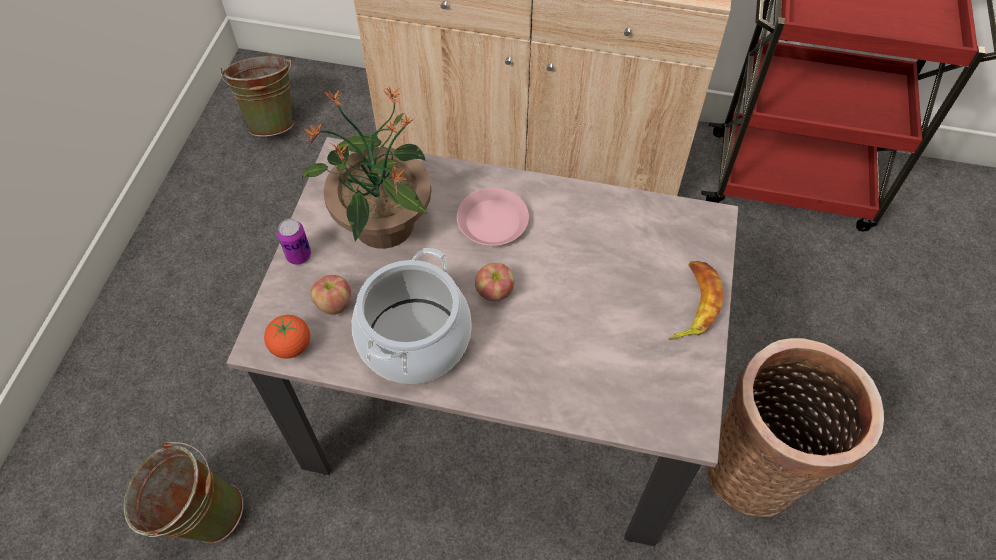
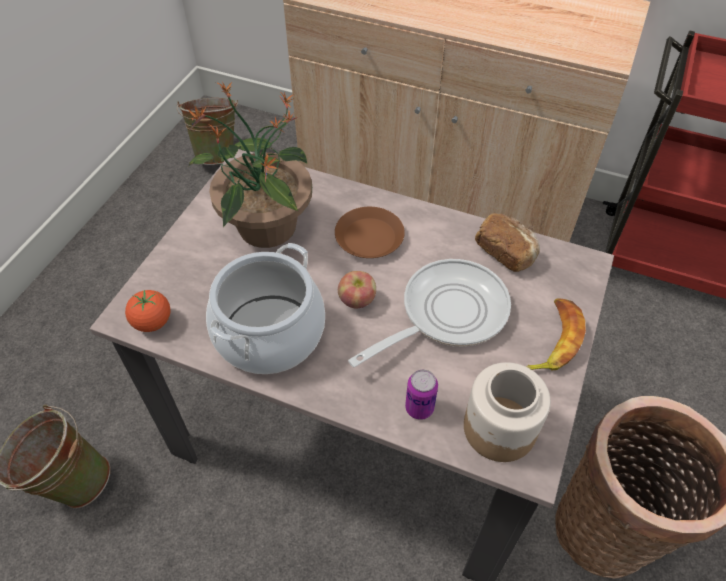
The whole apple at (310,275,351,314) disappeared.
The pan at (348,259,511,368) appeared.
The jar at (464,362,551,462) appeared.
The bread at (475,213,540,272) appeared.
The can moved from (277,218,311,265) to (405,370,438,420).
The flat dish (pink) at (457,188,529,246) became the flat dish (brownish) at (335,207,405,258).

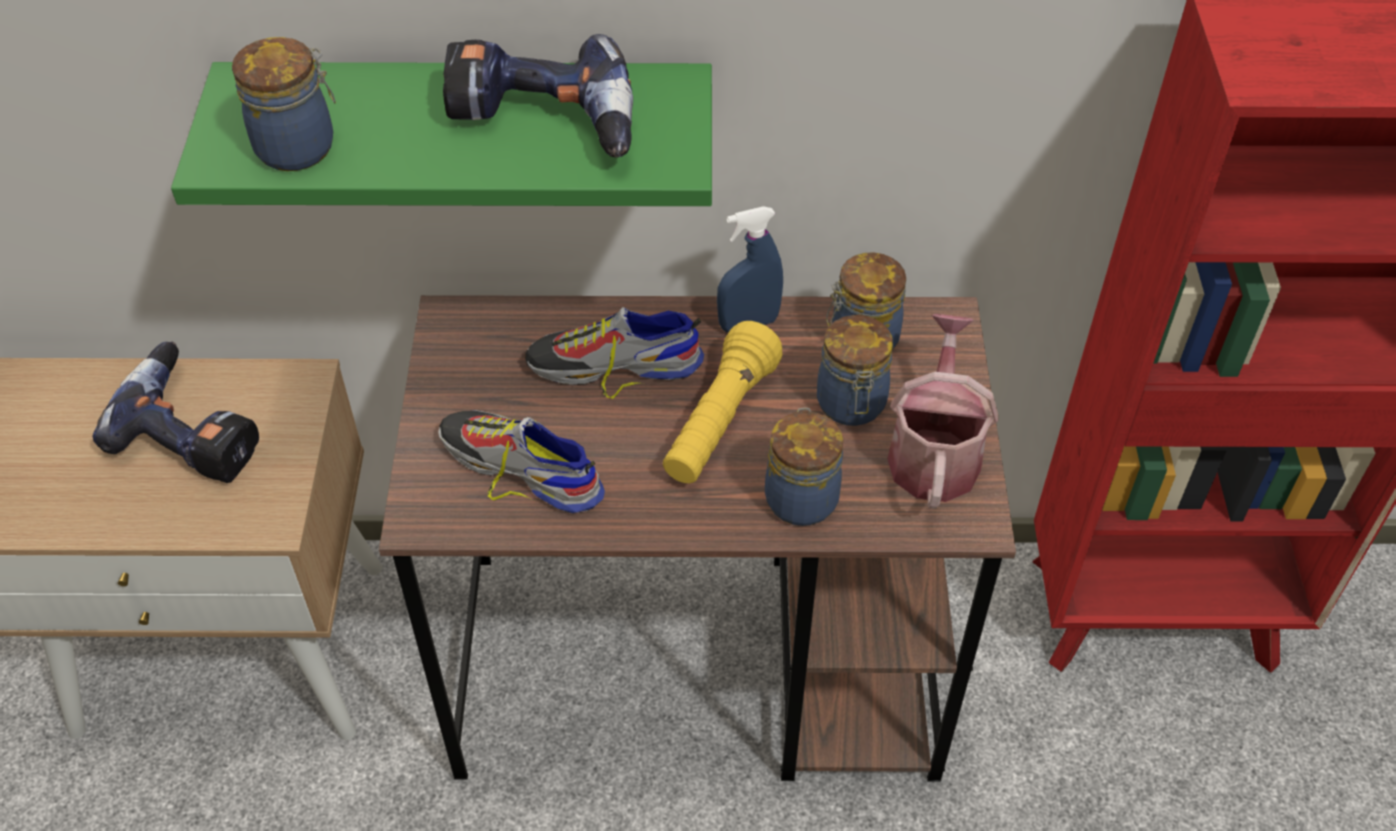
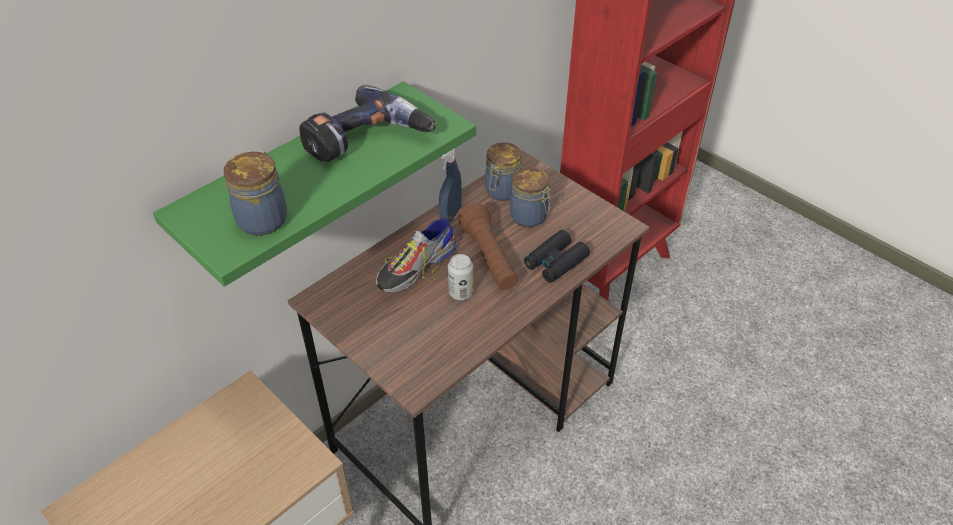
The electric drill at (93,342,259,483) disappeared.
The low shoe at (439,410,605,514) disappeared.
The watering can at (887,314,999,509) disappeared.
The can at (448,254,473,300) appeared.
The jar at (765,408,843,526) was replaced by the field glasses (black-coloured) at (524,230,590,283).
The flashlight (yellow) at (663,321,783,483) became the flashlight (brownish) at (458,203,518,290).

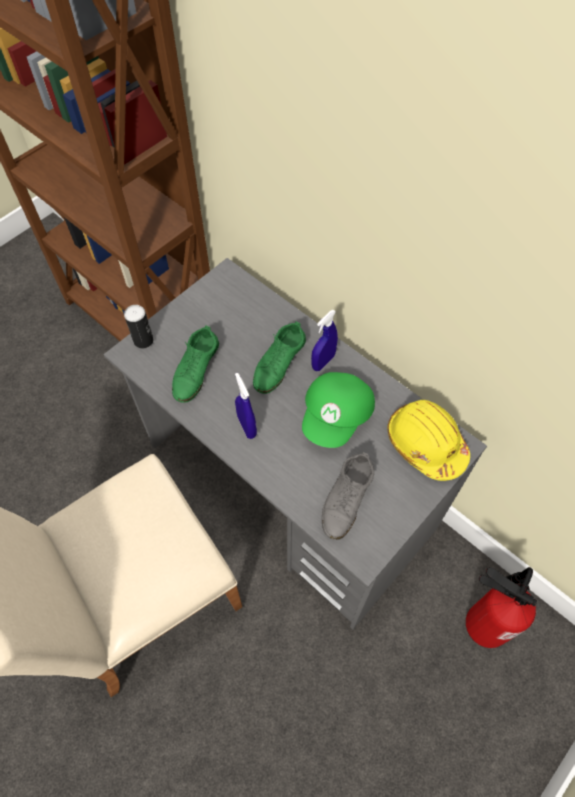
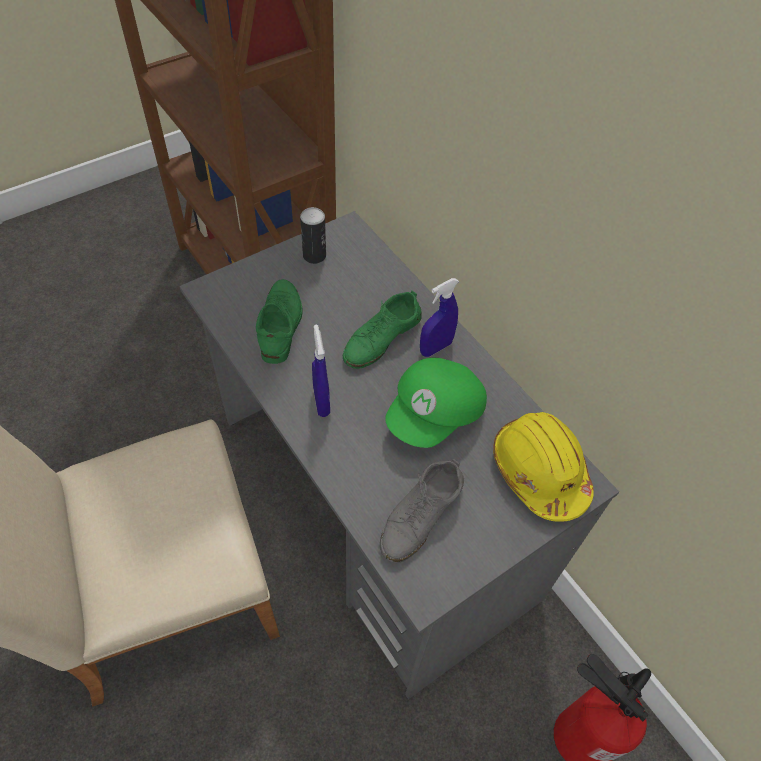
The can moved from (124,305,154,349) to (300,207,326,264).
The low shoe (greenish) at (172,325,219,403) turned 150 degrees clockwise.

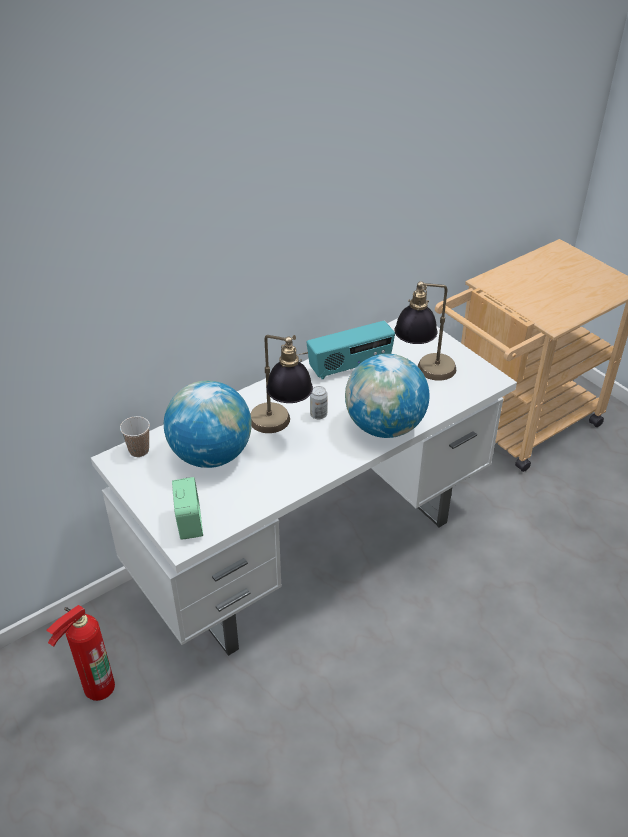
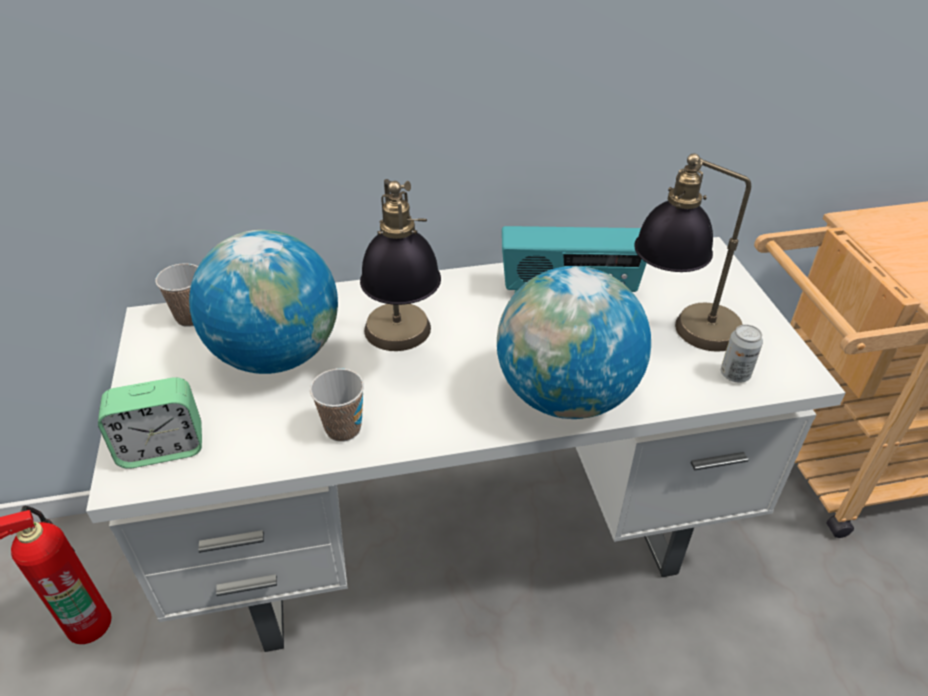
The drinking cup at (310,369,364,442) appeared.
The can moved from (310,386,328,419) to (721,324,763,383).
The table clock at (172,477,203,540) turned 60 degrees clockwise.

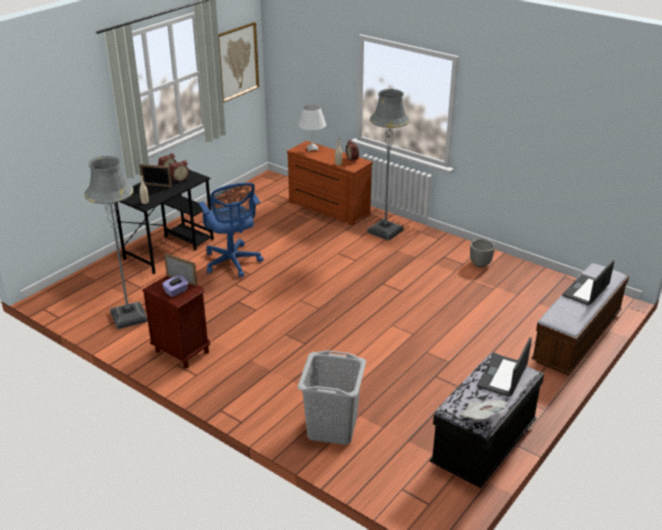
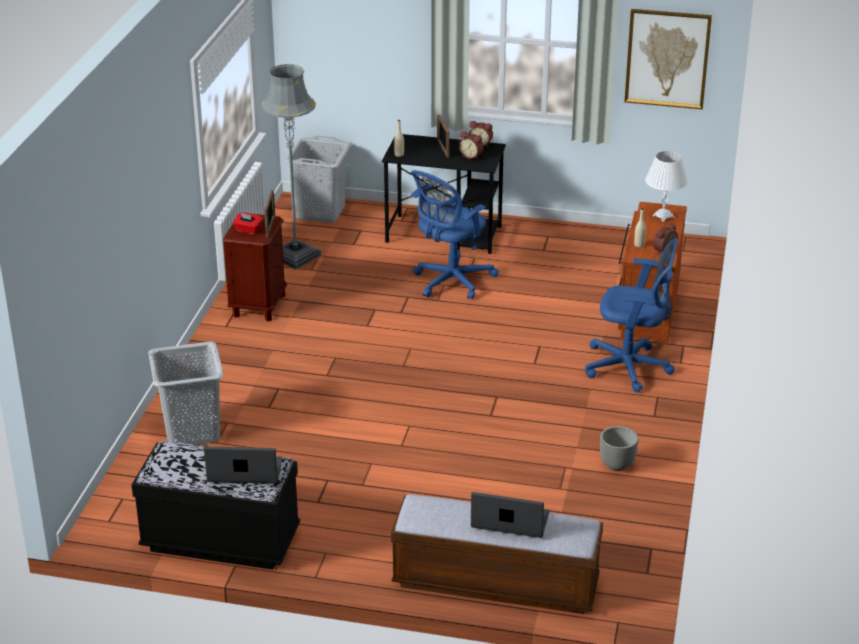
The newspaper at (460,400,507,419) disappeared.
The hamper (gray) at (285,136,351,223) appeared.
The floor lamp (gray) at (367,89,410,241) was replaced by the desk chair (bluish) at (585,238,678,392).
The tissue box (purplish) at (162,275,189,297) became the tissue box (red) at (233,213,262,234).

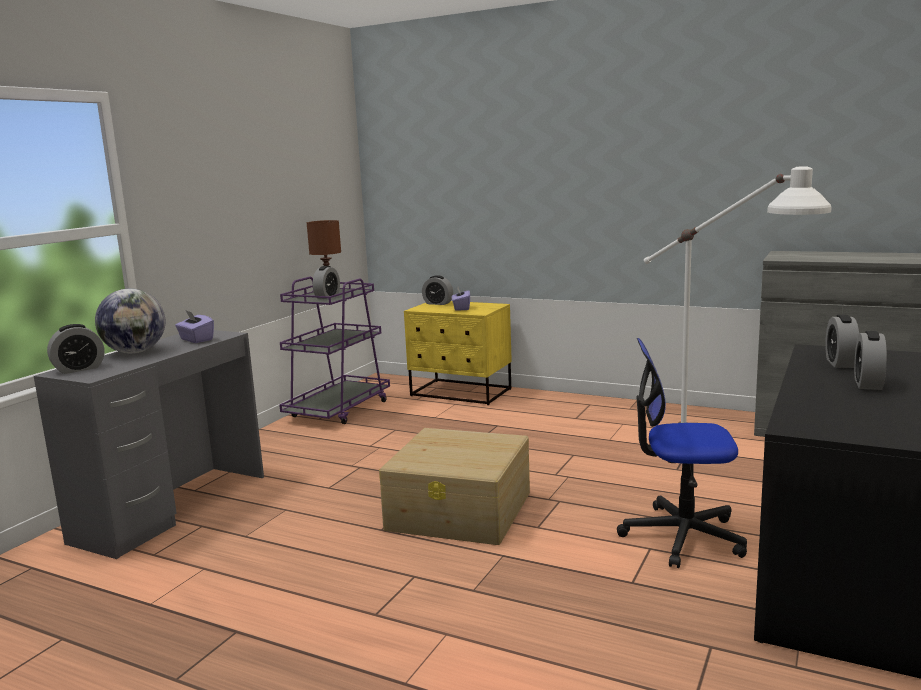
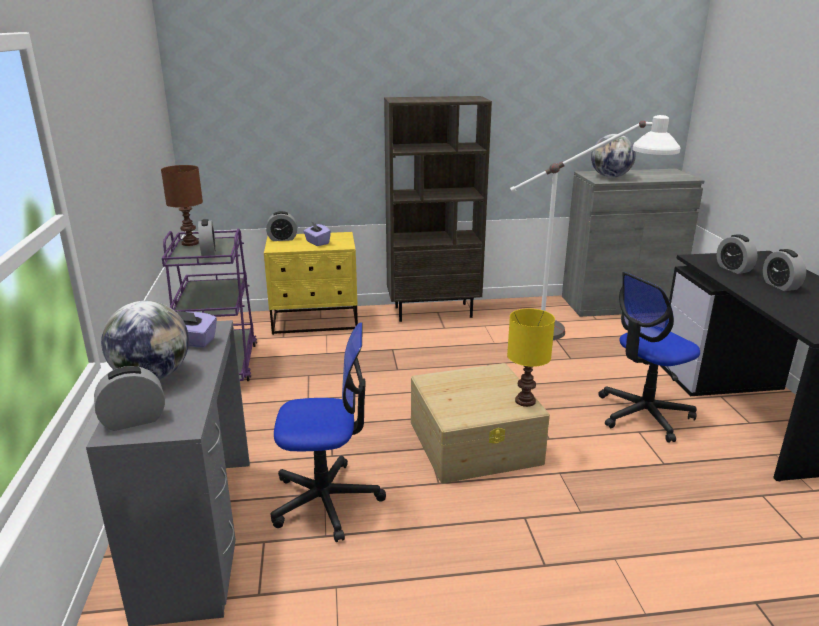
The desk chair at (271,322,386,542) appeared.
The bookshelf (brownish) at (384,96,492,322) appeared.
The tabletop lamp (yellow) at (507,308,555,407) appeared.
The desk globe at (591,134,636,178) appeared.
The table clock at (47,324,104,374) turned 135 degrees counterclockwise.

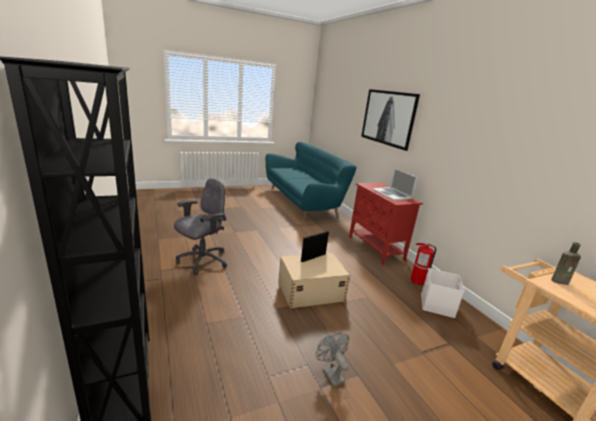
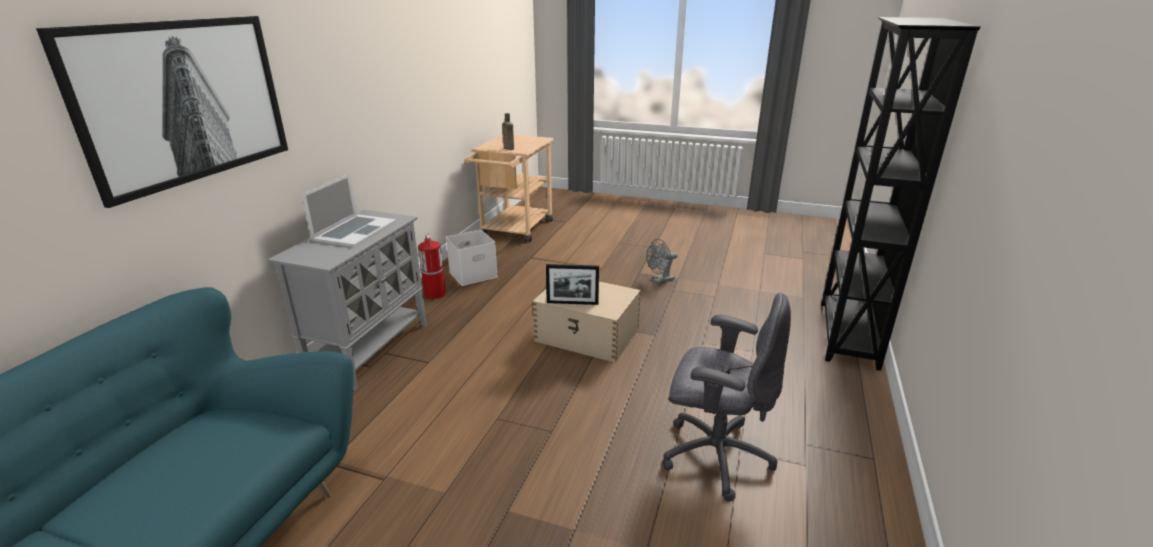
The cabinet (red) at (349,182,423,265) became the cabinet (gray) at (268,210,427,390).
The desk chair (gray) at (174,178,227,275) turned 150 degrees counterclockwise.
The fan (gray) at (316,333,349,387) turned 45 degrees clockwise.

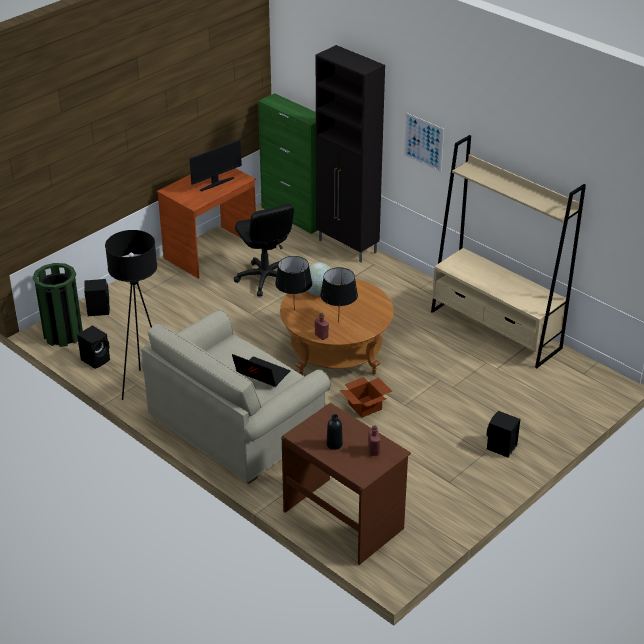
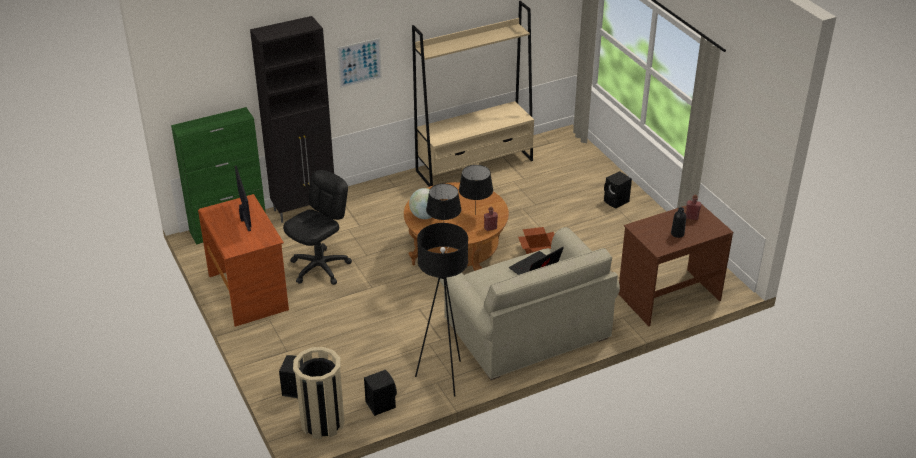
The waste bin (greenish) at (33,263,83,347) became the waste bin (beige) at (293,347,345,439).
The desk chair (black-coloured) at (234,203,294,297) turned 45 degrees counterclockwise.

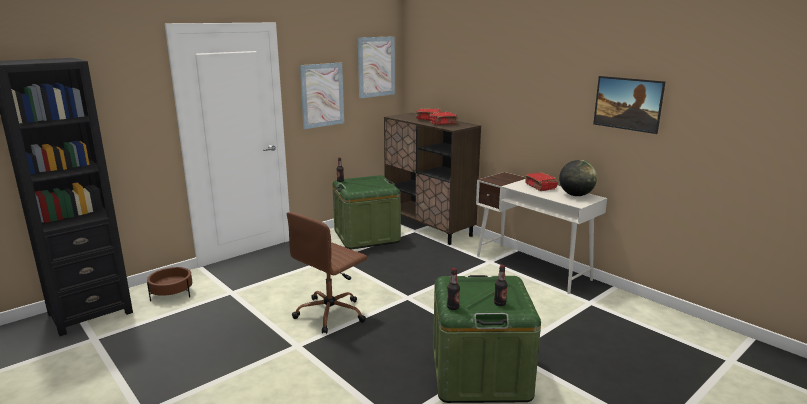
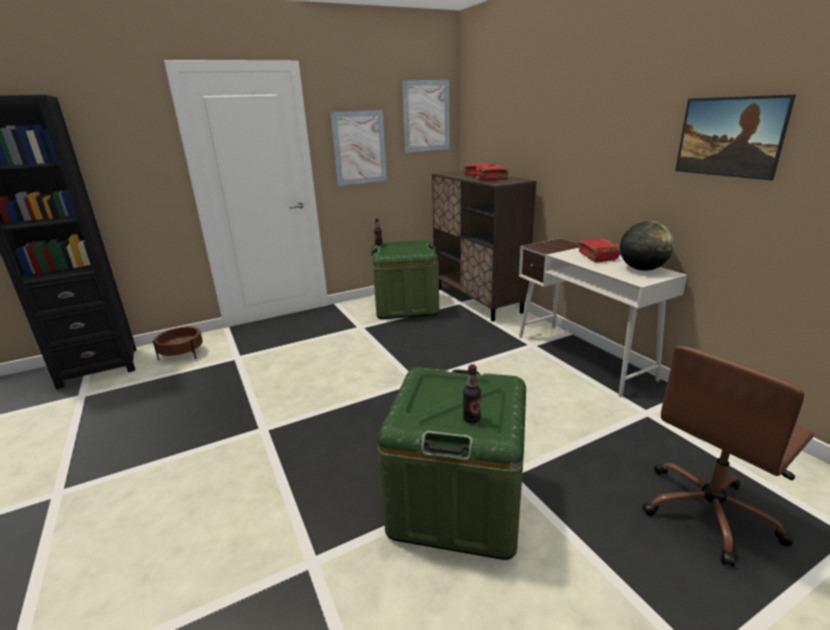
The drink bottle at (447,268,460,310) disappeared.
The desk chair (brownish) moved from (287,212,367,334) to (642,346,814,567).

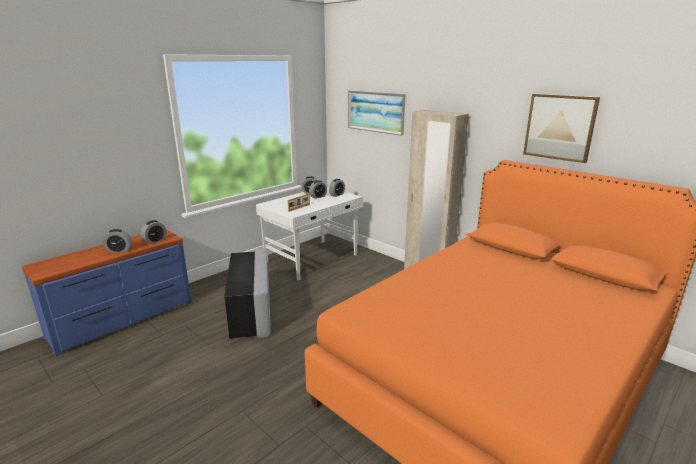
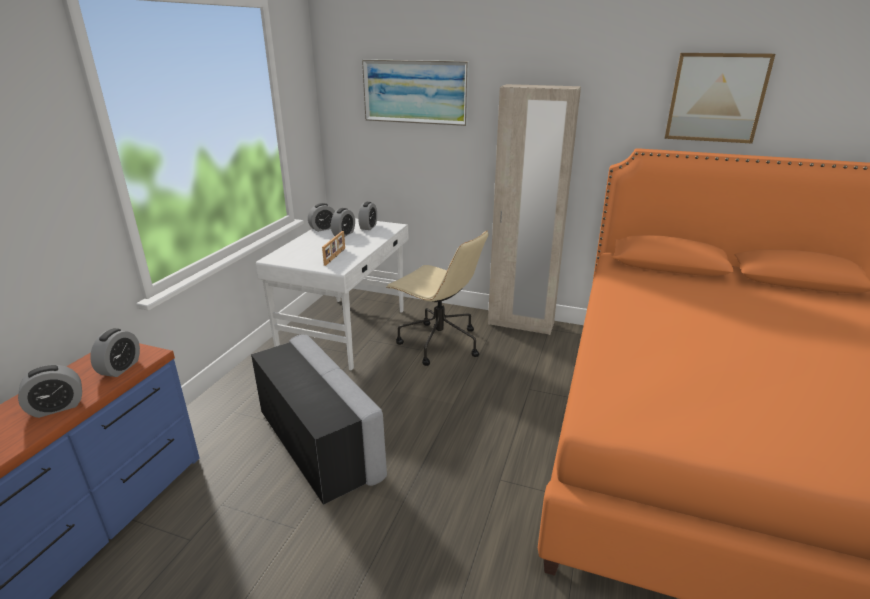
The desk chair (beige) at (386,230,489,366) appeared.

